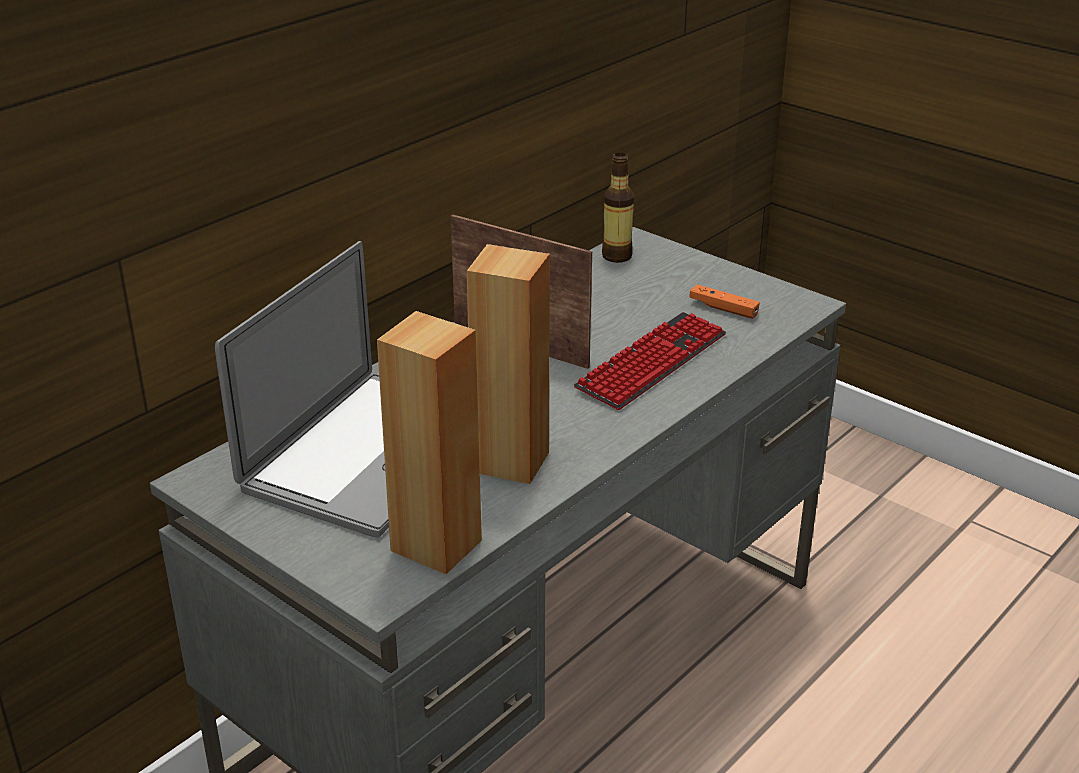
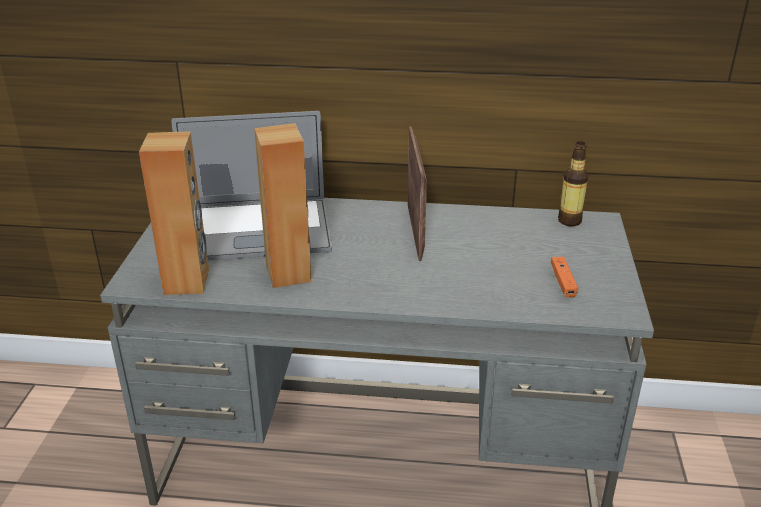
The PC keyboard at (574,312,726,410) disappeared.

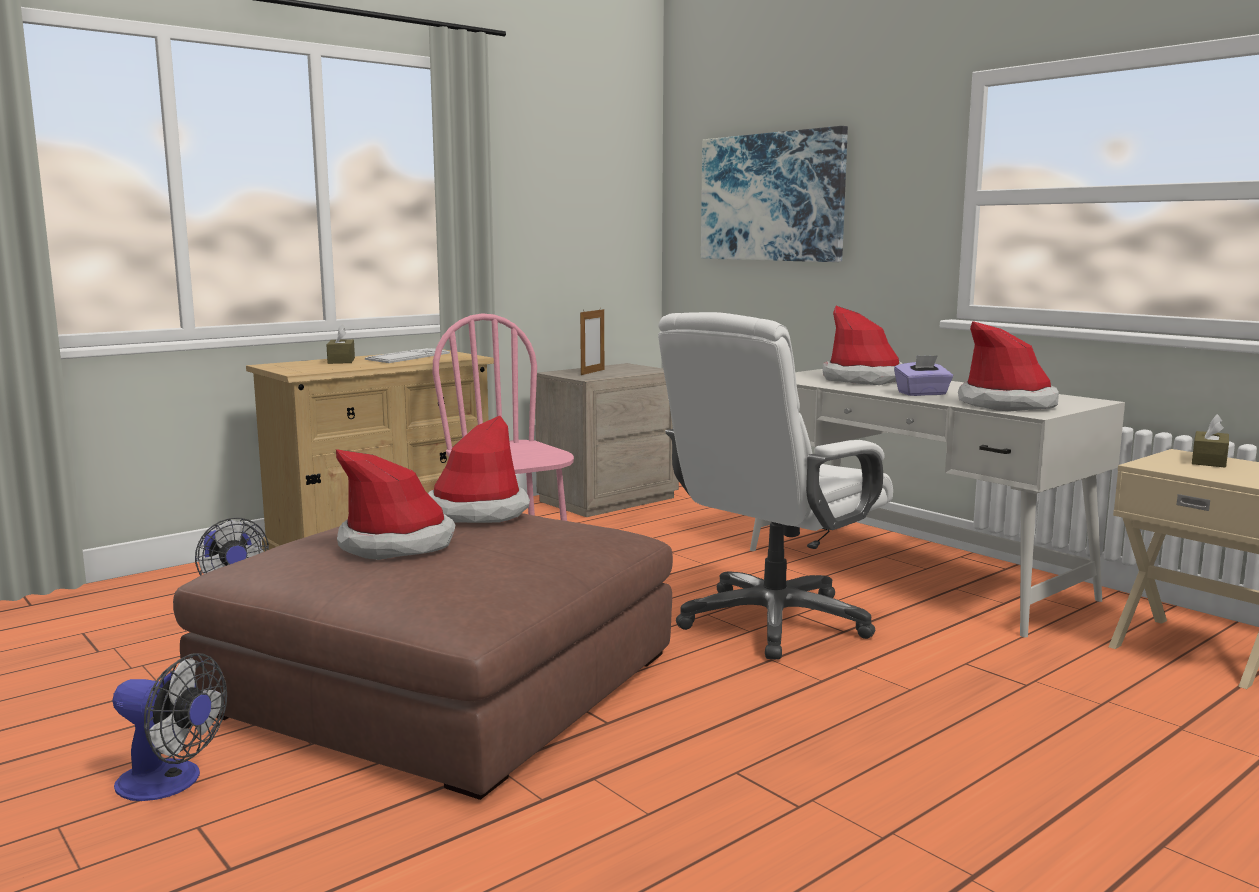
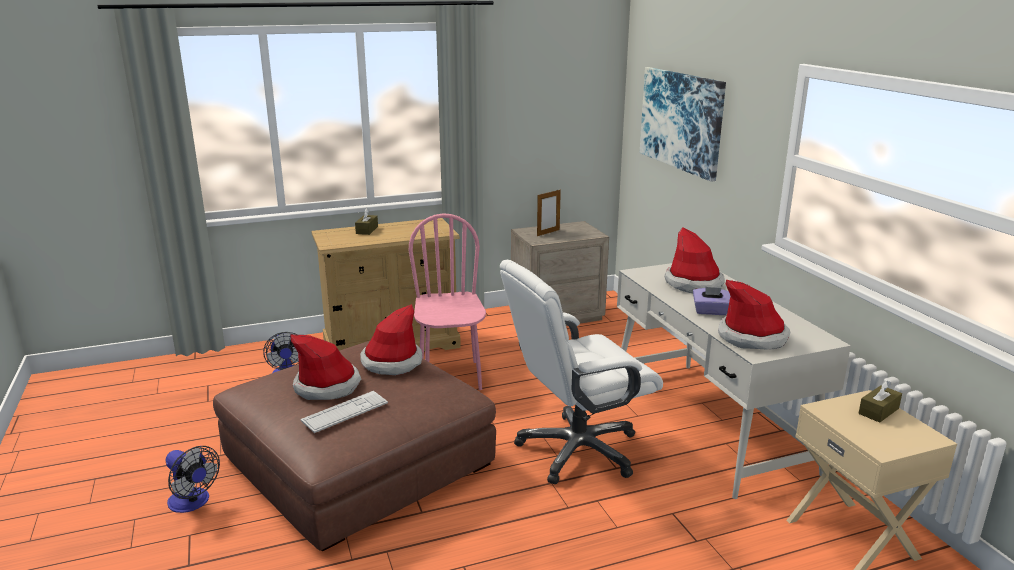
The PC keyboard moved from (365,348,450,363) to (301,391,388,433).

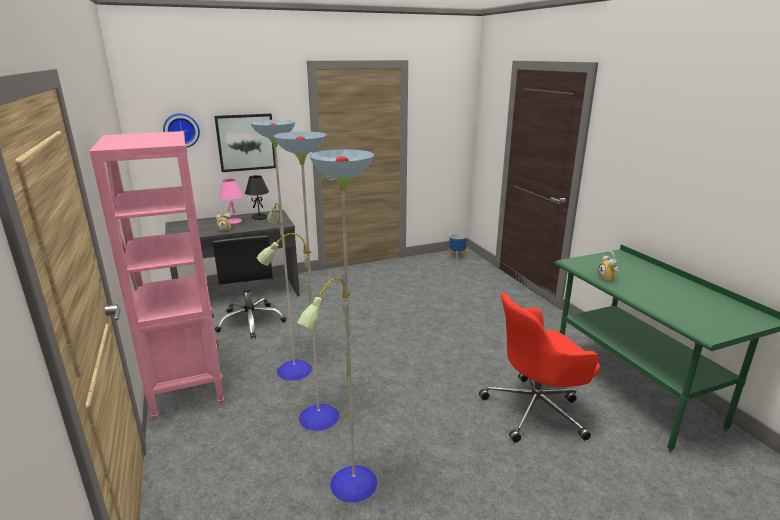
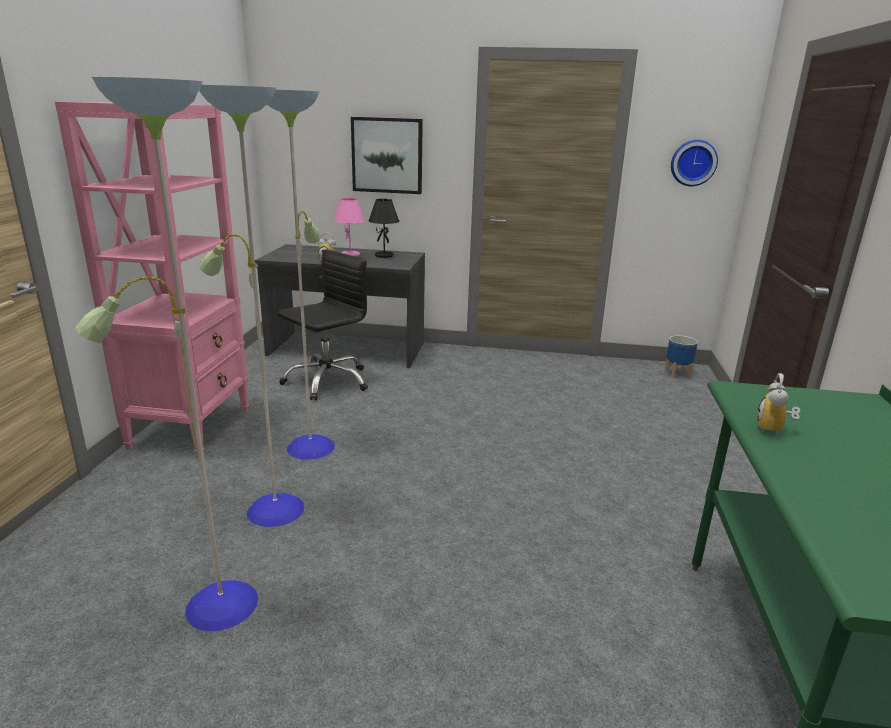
The desk chair (red) at (479,292,600,443) disappeared.
The wall clock moved from (163,114,200,148) to (671,140,718,186).
The desk chair (black-coloured) at (213,235,287,339) turned 150 degrees counterclockwise.

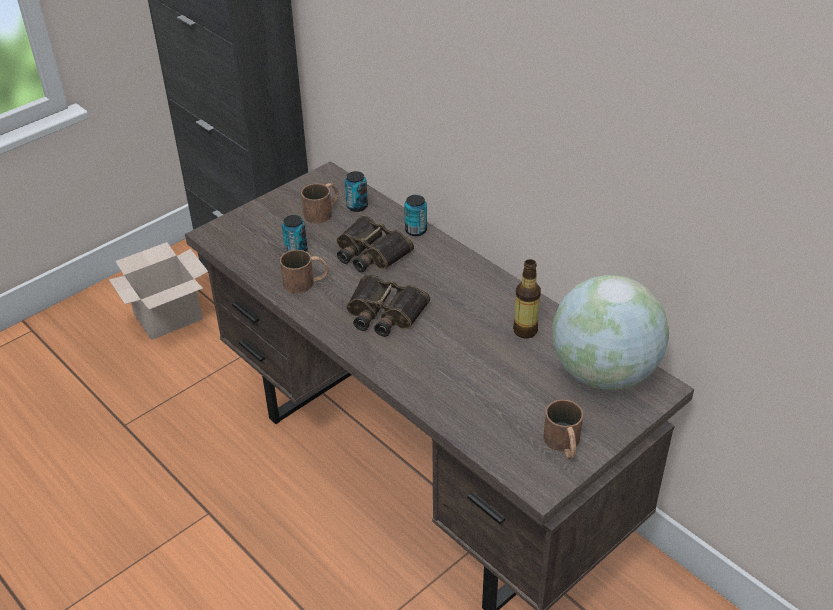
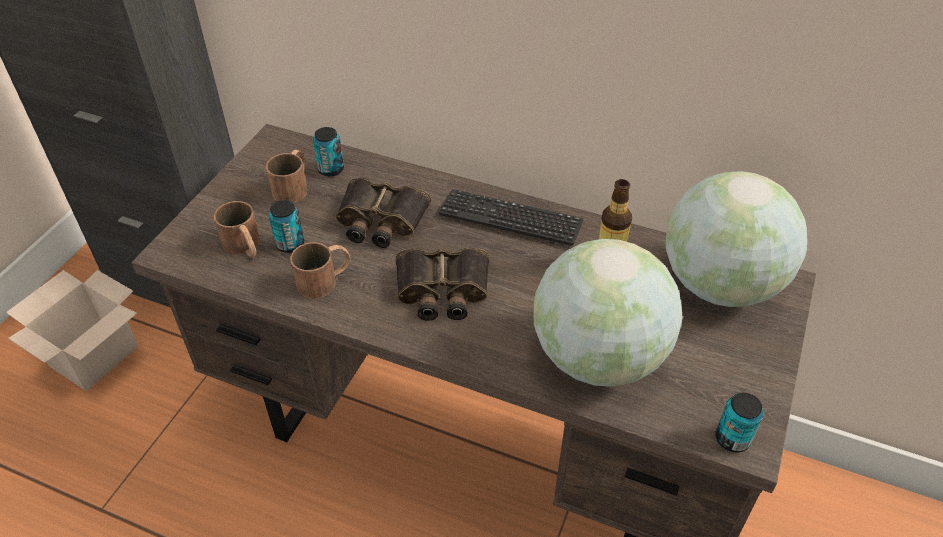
The PC keyboard at (438,189,583,246) appeared.
The desk globe at (534,239,683,387) appeared.
The can moved from (404,195,427,236) to (715,392,763,452).
The tea mug (brownish) moved from (543,400,583,459) to (214,201,260,258).

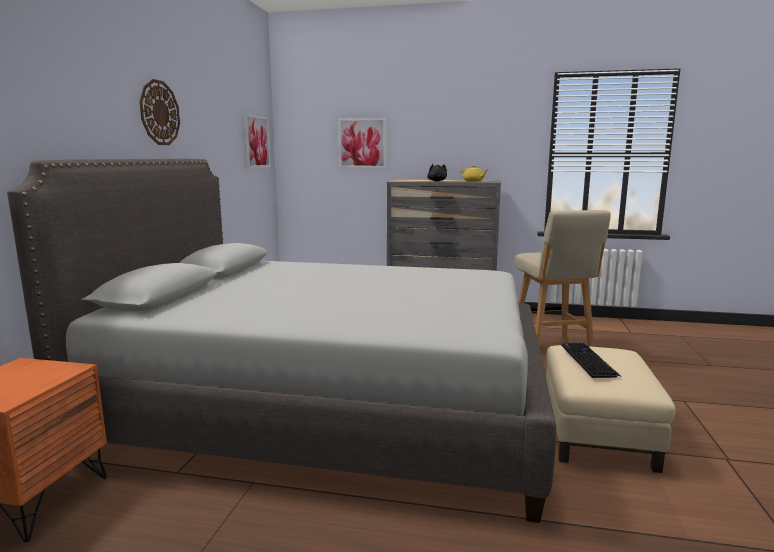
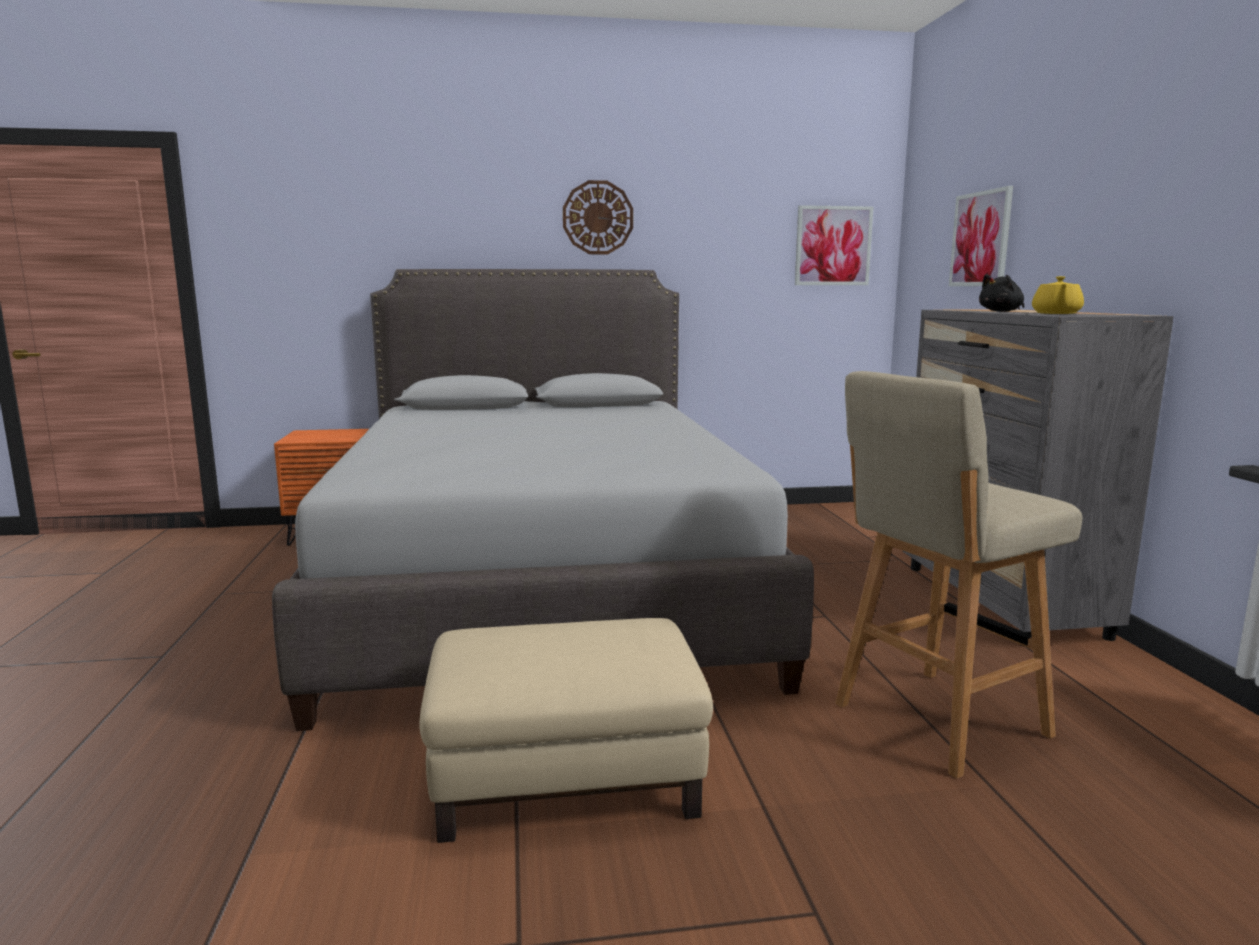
The PC keyboard at (562,343,622,378) disappeared.

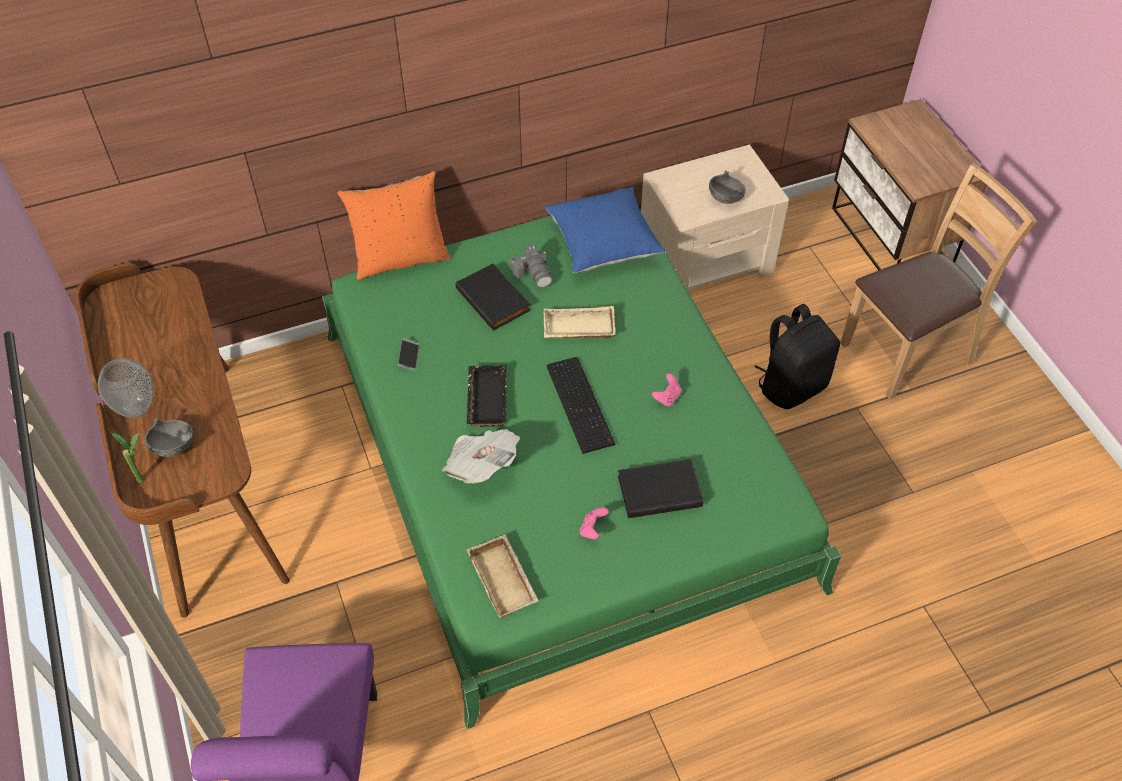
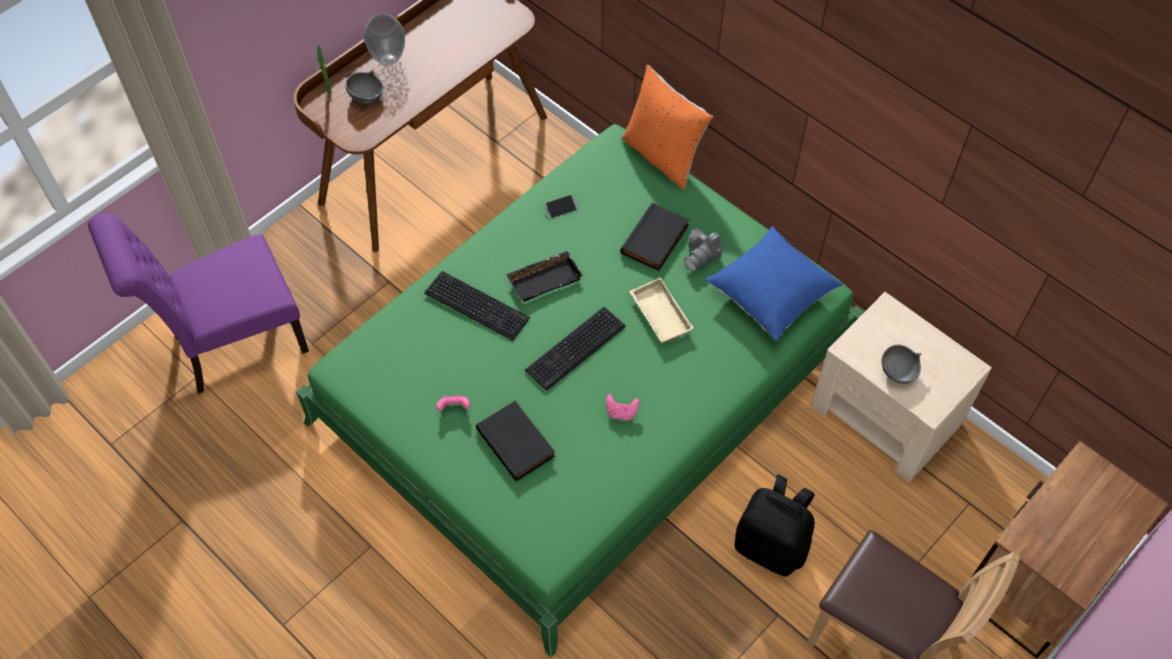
The serving tray (beige) at (467,535,539,619) disappeared.
The newspaper at (442,429,520,484) was replaced by the PC keyboard at (424,271,530,341).

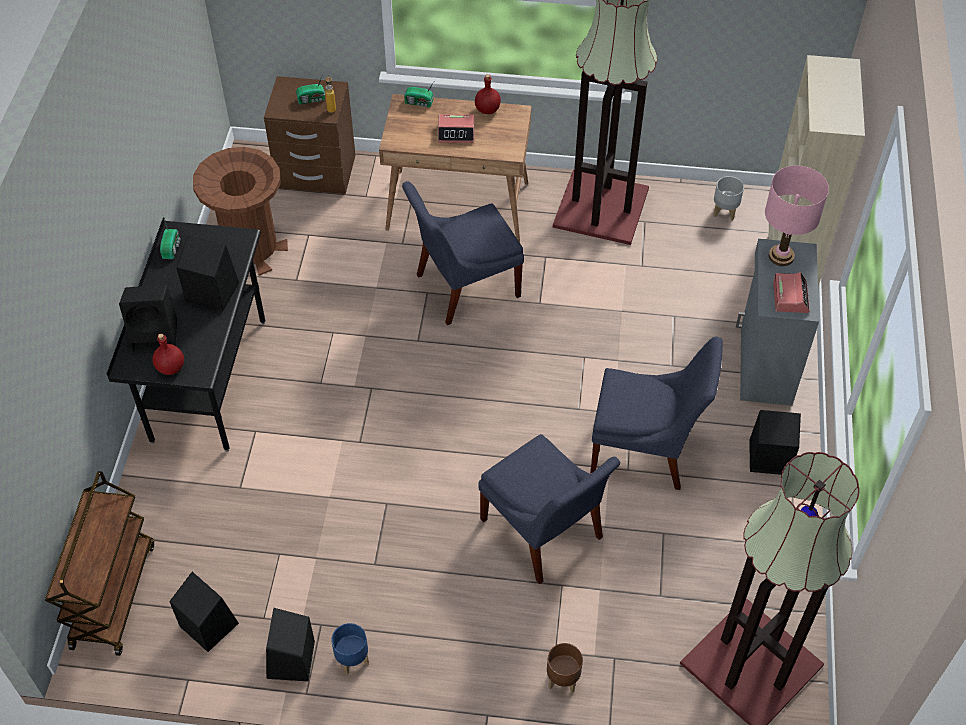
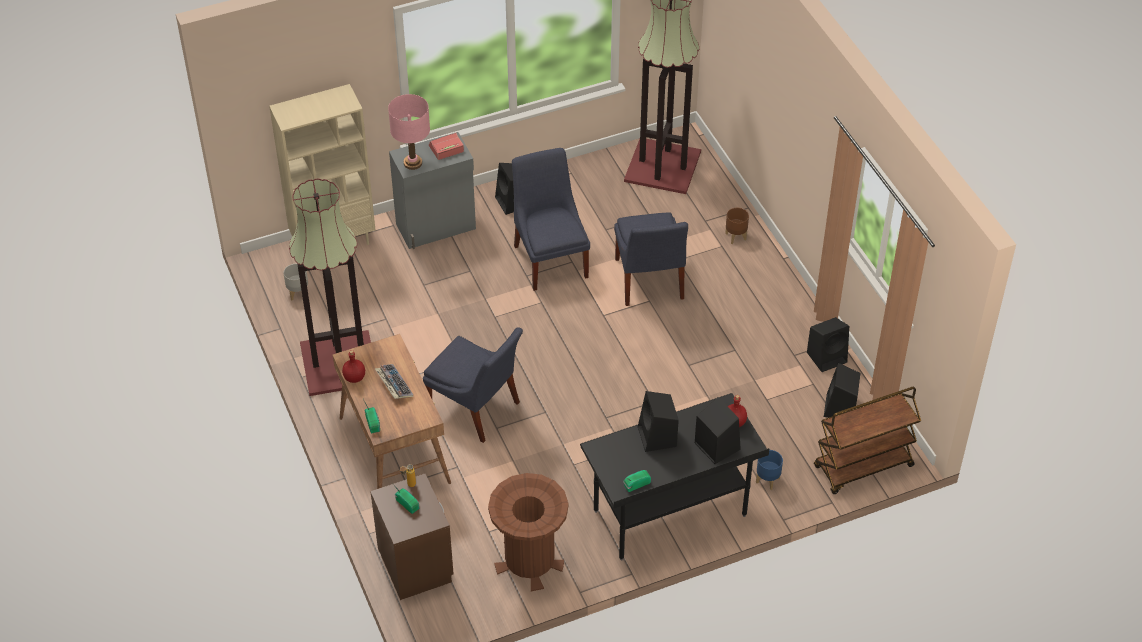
The flower pot (bluish) moved from (331,623,369,675) to (756,450,783,490).
The table clock at (438,114,474,143) was replaced by the PC keyboard at (375,364,413,399).
The upright chair (bluish) at (479,434,620,584) turned 150 degrees clockwise.

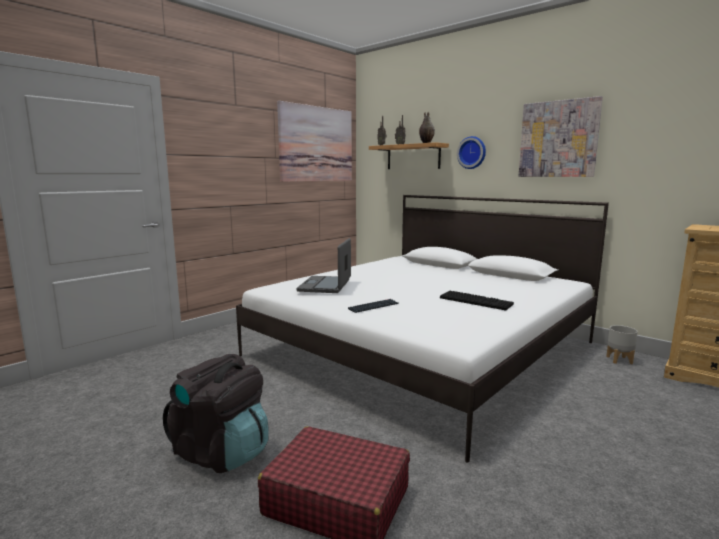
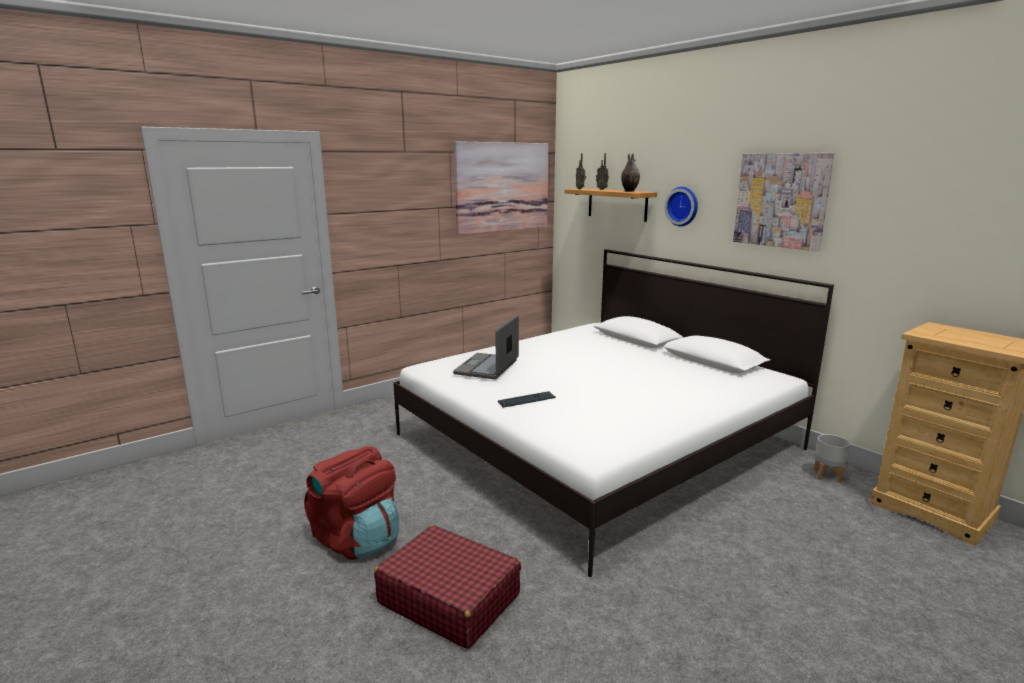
The PC keyboard at (440,291,514,310) disappeared.
The knapsack (black-coloured) at (163,354,269,473) became the knapsack (red) at (304,446,399,560).

